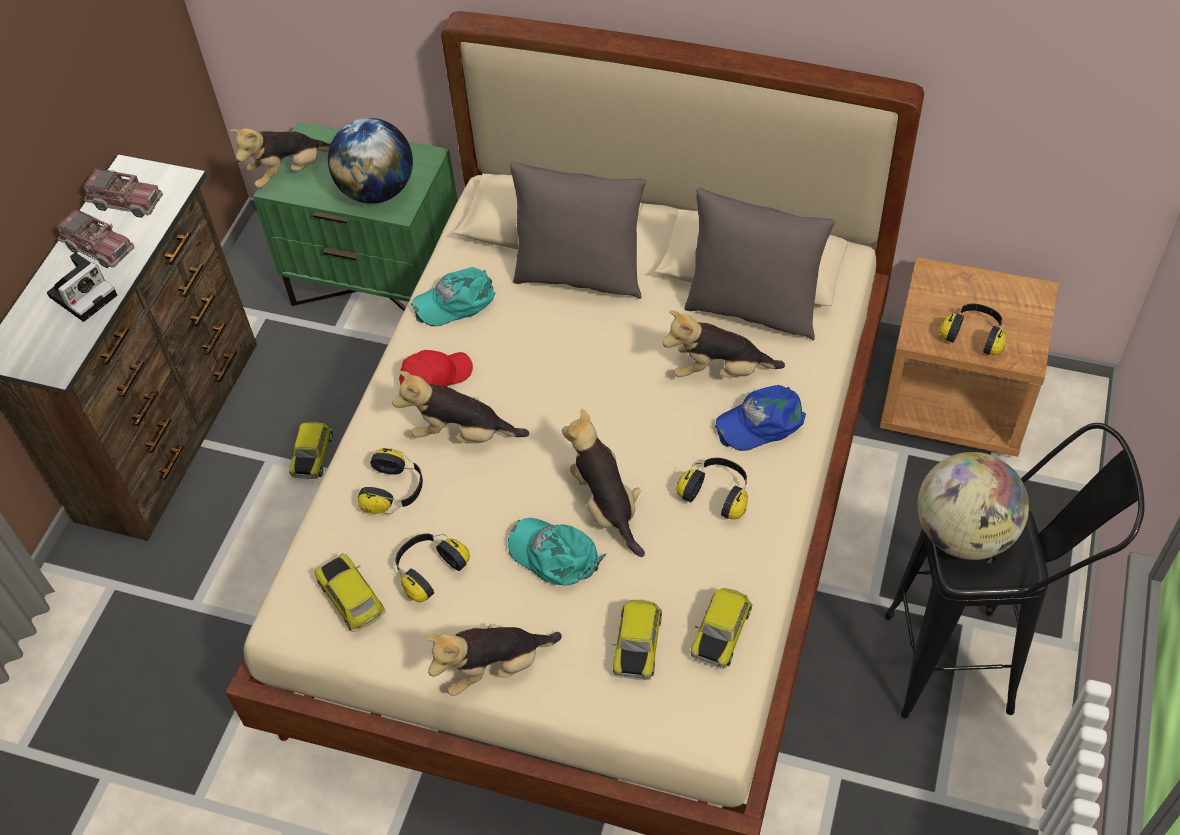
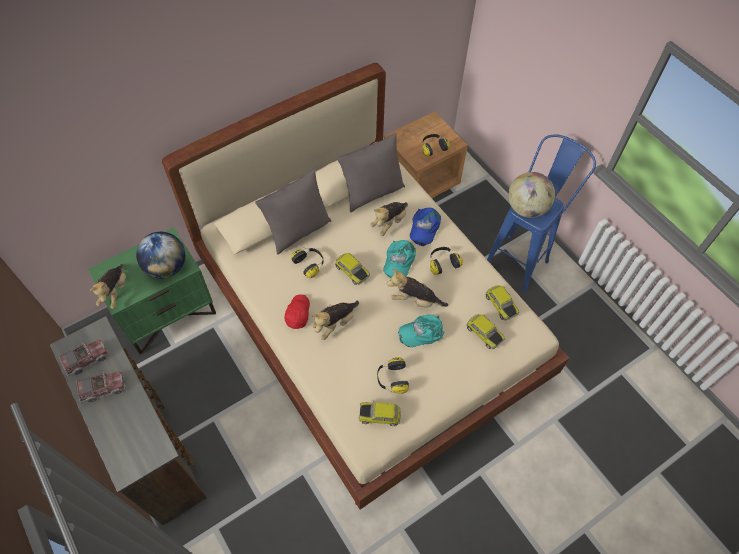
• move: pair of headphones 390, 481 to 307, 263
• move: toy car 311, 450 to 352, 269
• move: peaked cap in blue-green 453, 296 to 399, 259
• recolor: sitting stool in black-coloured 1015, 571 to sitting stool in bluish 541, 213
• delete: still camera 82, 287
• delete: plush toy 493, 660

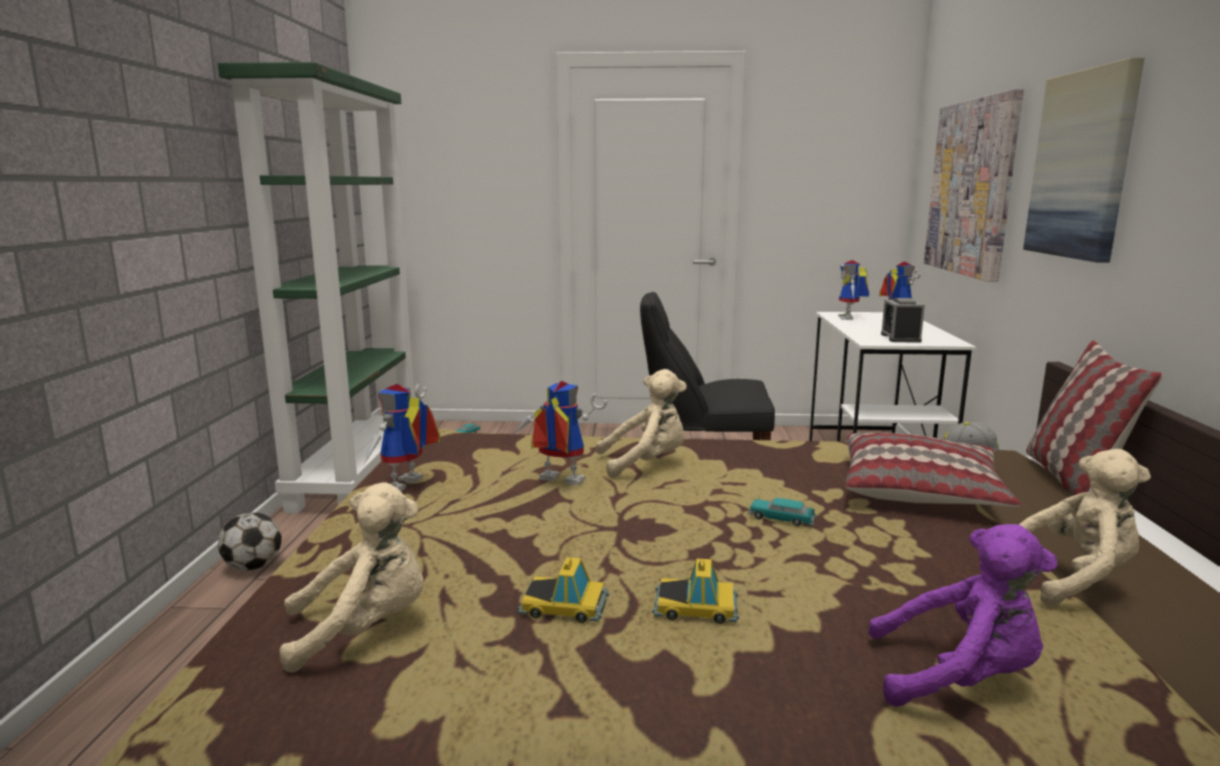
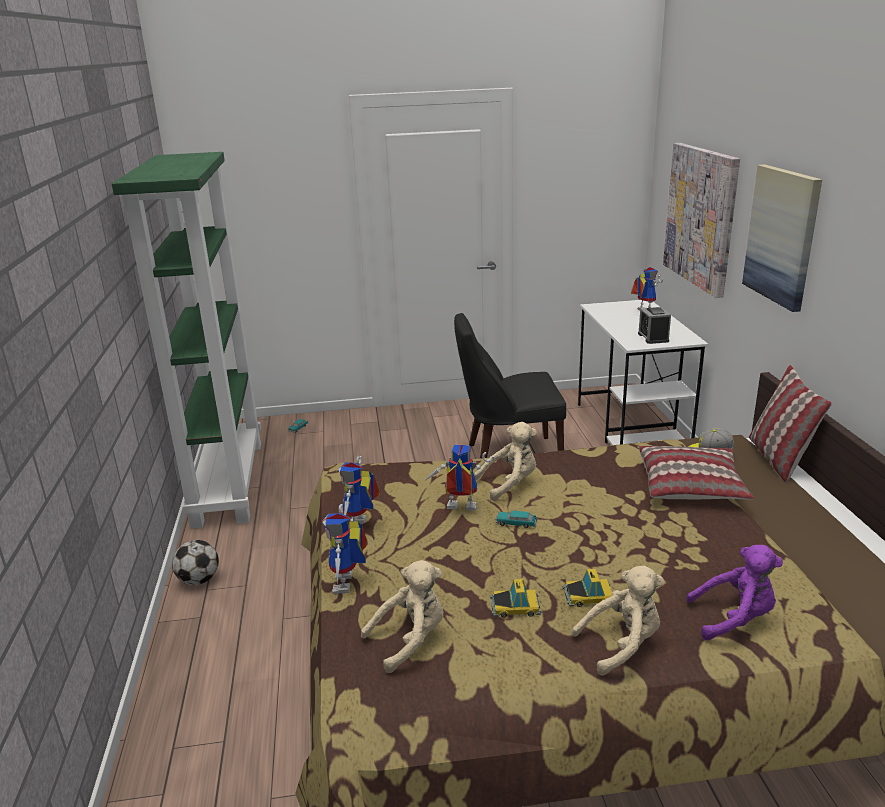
• move: model robot 854, 290 to 345, 549
• move: toy car 782, 512 to 516, 519
• move: plush toy in beige 1085, 528 to 617, 621

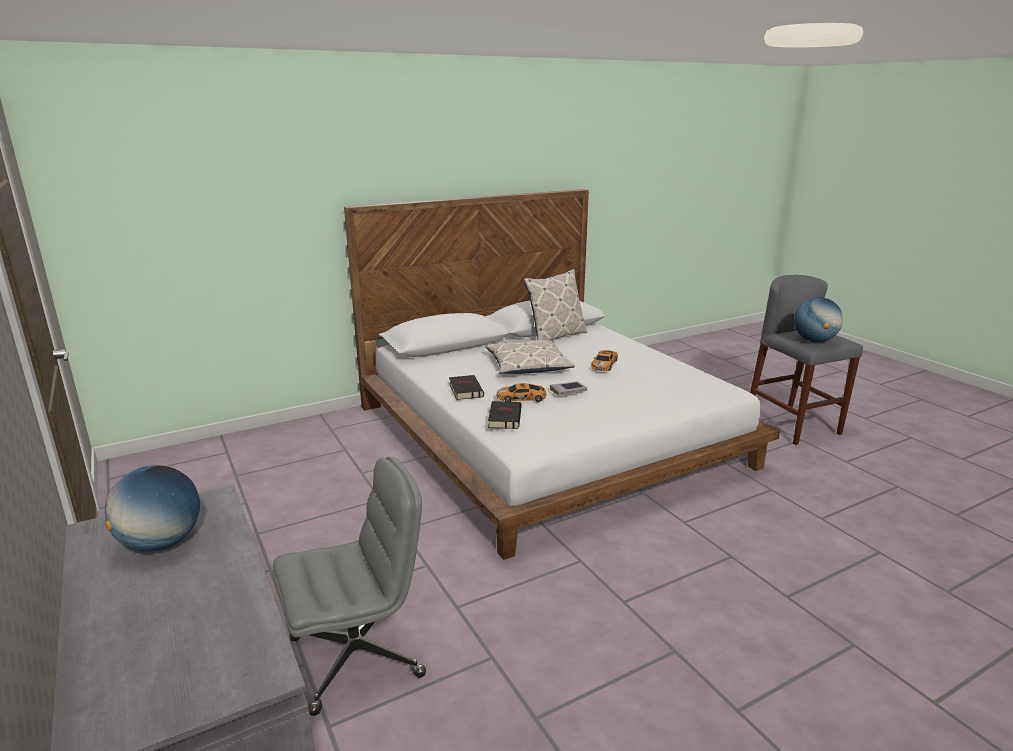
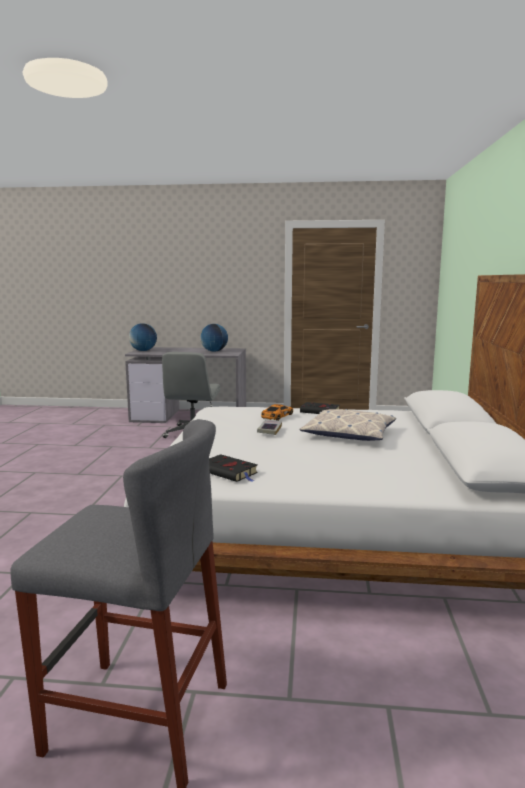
• move: desk globe 818, 319 to 143, 337
• move: book in black-coloured 505, 415 to 233, 468
• delete: throw pillow 555, 304
• delete: toy car 604, 360

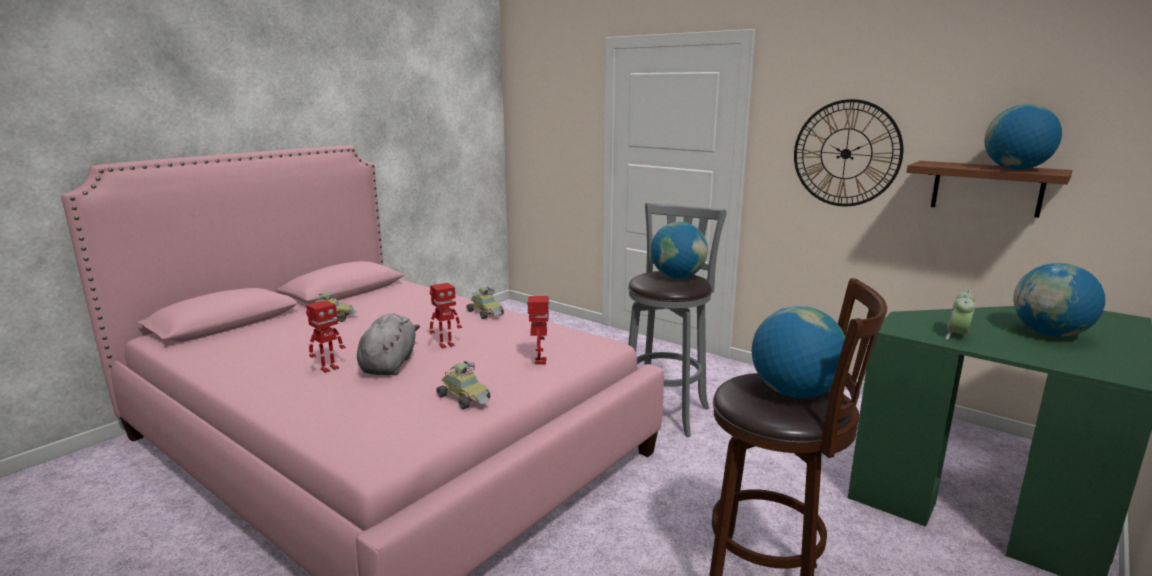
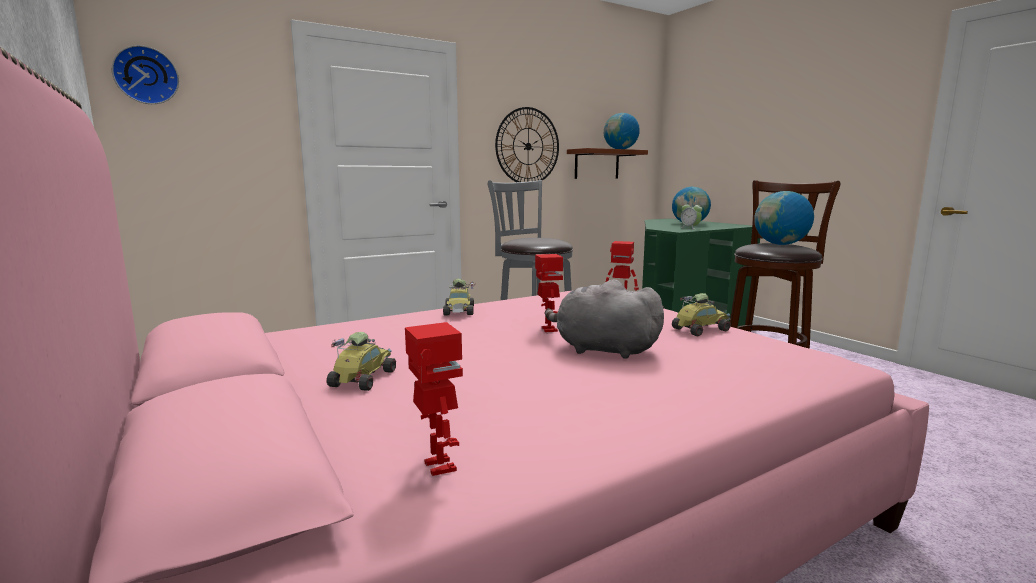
• insert: wall clock 145, 74
• move: model robot 326, 336 to 434, 399
• rotate: toy car 485, 303 = 459, 296 105 degrees clockwise
• delete: desk globe 679, 250

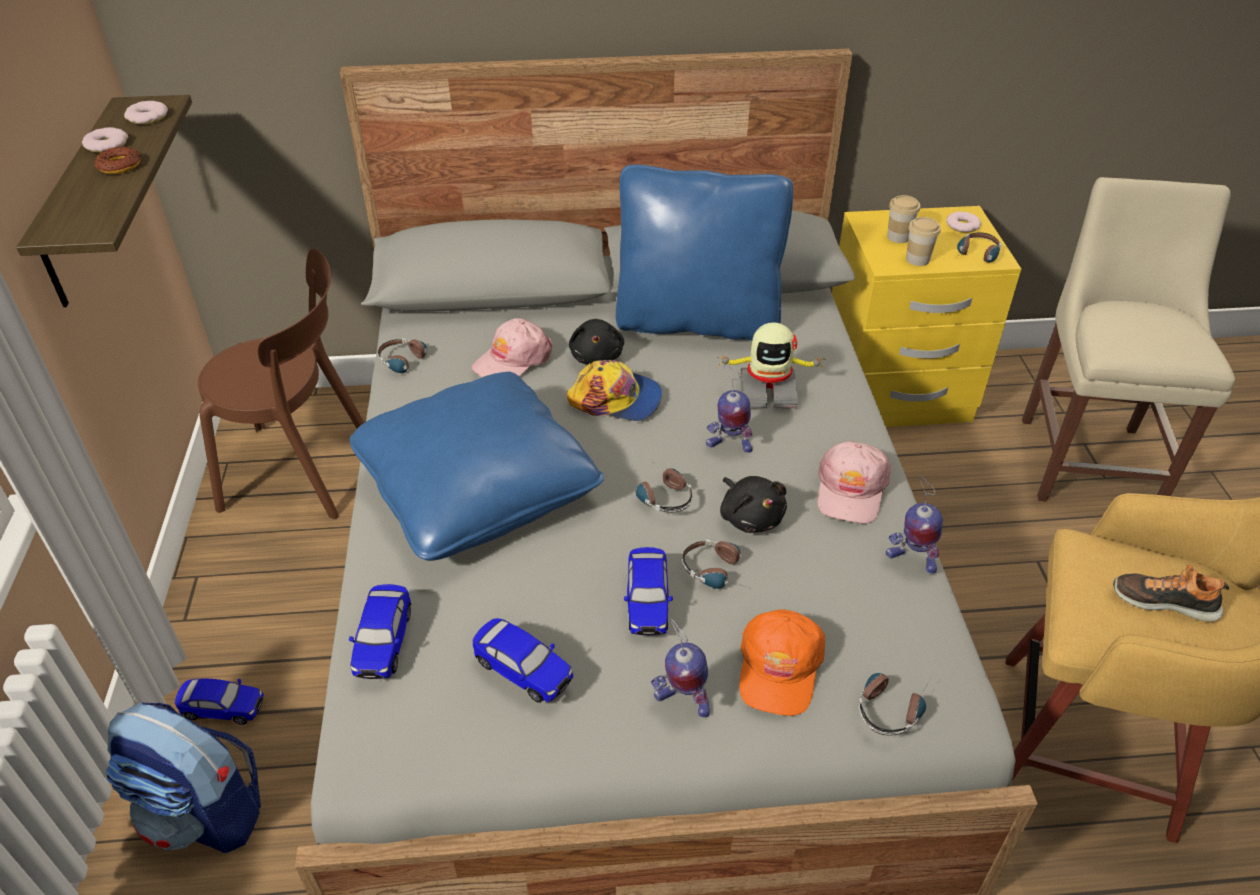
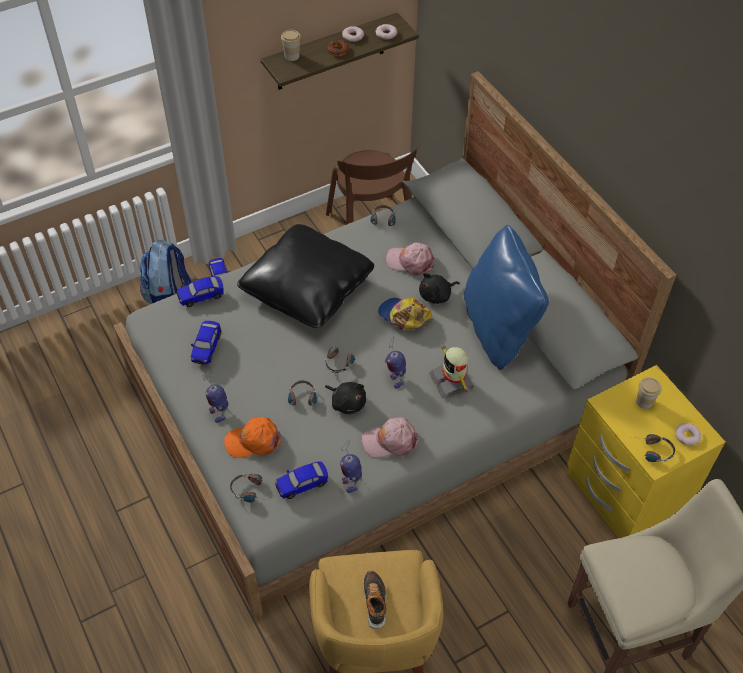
• recolor: throw pillow in bluish 477, 466 to throw pillow in black-coloured 305, 276
• move: toy car 648, 591 to 301, 480
• move: cup 923, 241 to 291, 45
• rotate: plush toy in black-coloured 753, 504 = 345, 398 90 degrees counterclockwise
• rotate: peaked cap 614, 390 = 405, 314 135 degrees clockwise

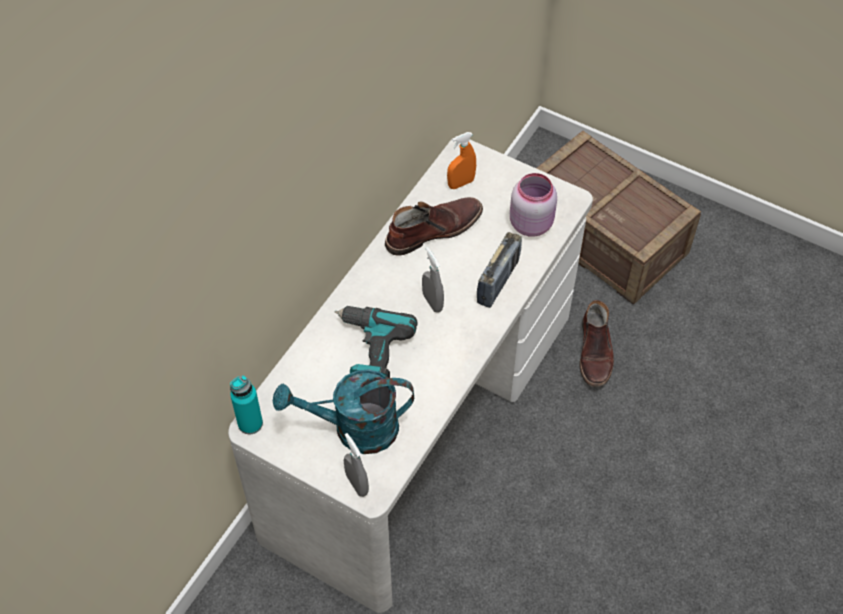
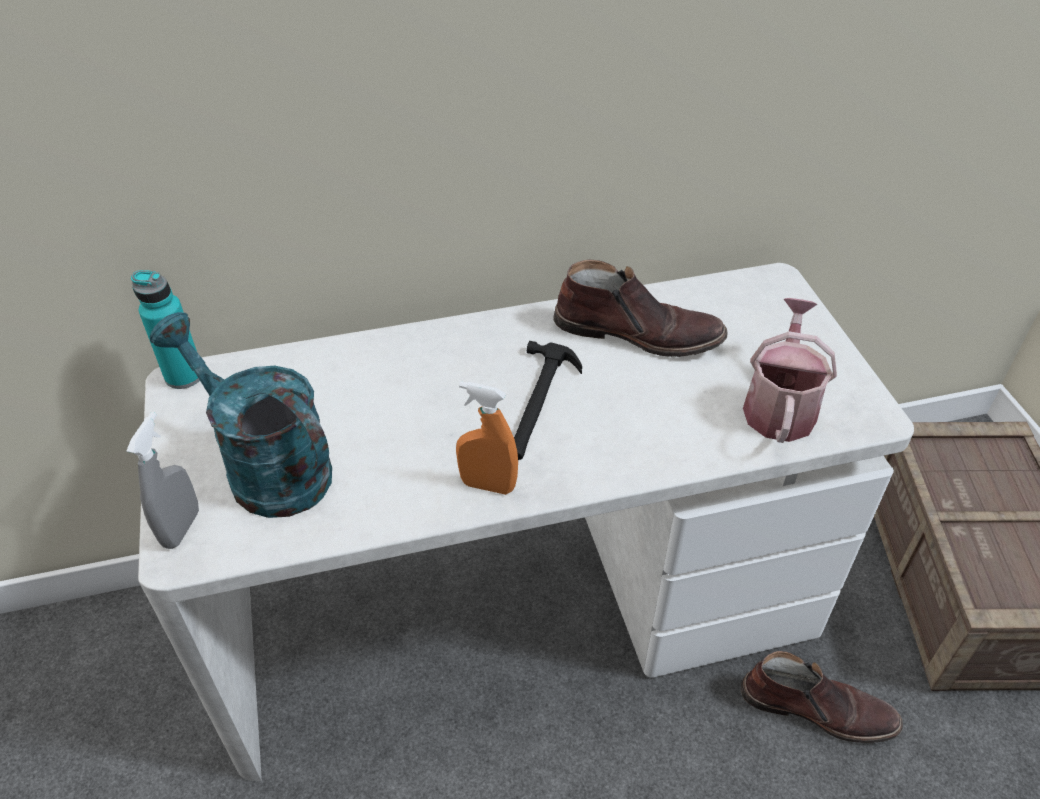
• move: hand sprayer in orange-coloured 461, 160 to 487, 438
• replace: hand sprayer in greyish 433, 280 to tool hammer 548, 400
• rotate: tall boot in brown-coloured 596, 343 = 822, 697 120 degrees counterclockwise
• replace: jar in pink 533, 205 to watering can 790, 370
• delete: power drill 375, 342
• delete: radio 499, 270

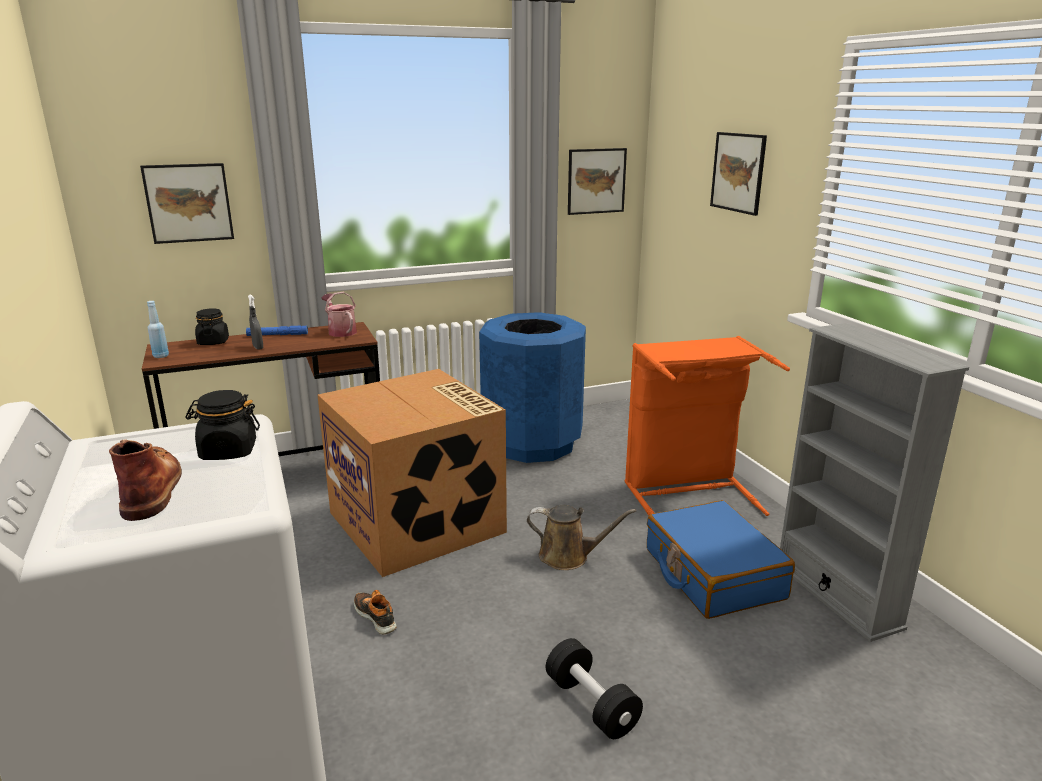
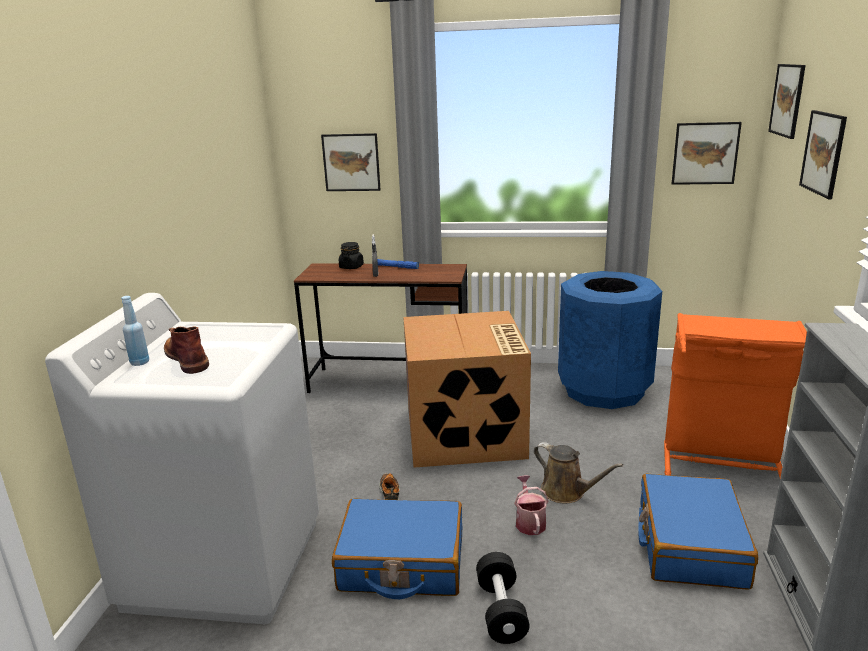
• move: beverage bottle in bluish 158, 329 to 135, 331
• rotate: tall boot in brown-coloured 145, 480 = 186, 350 45 degrees counterclockwise
• insert: travel case in bluish 397, 548
• move: watering can 339, 314 to 531, 505
• insert: wall art 787, 101
• delete: jar in black-coloured 222, 425

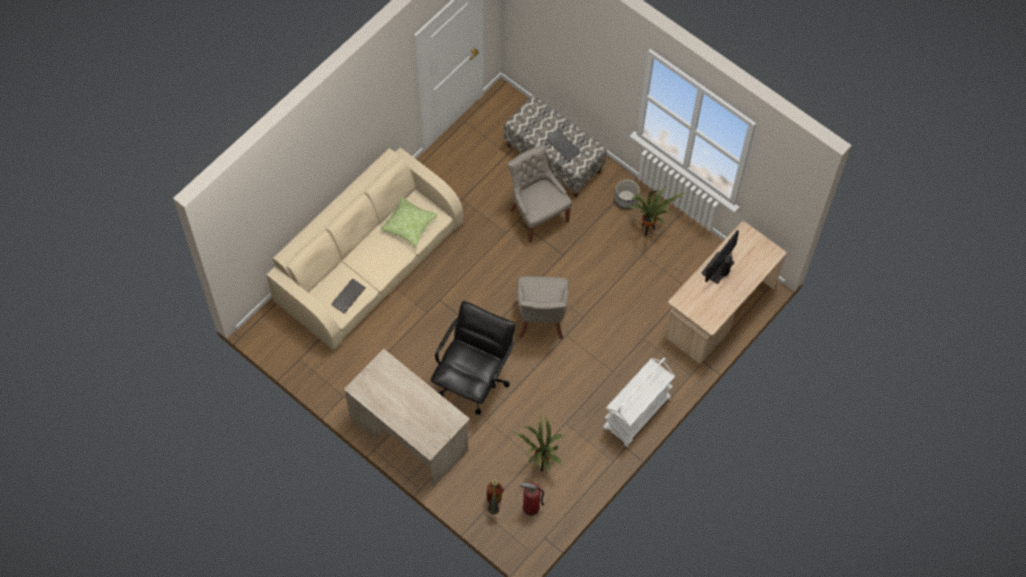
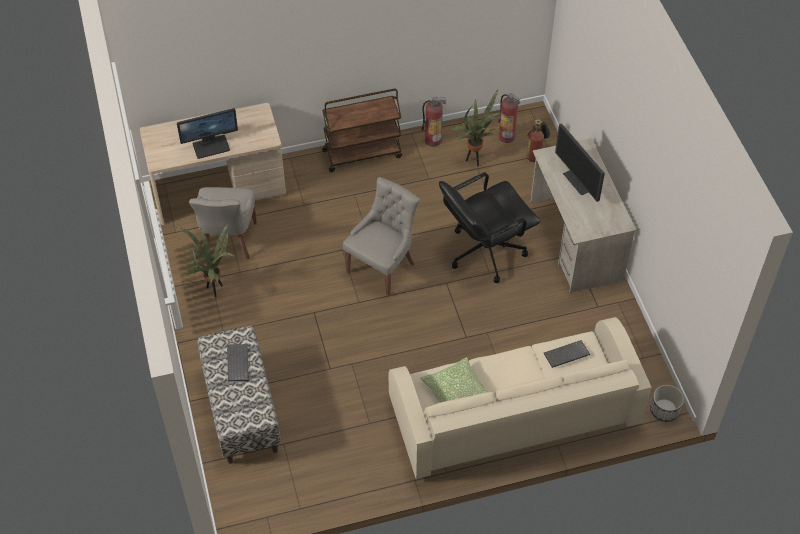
• move: chair in greyish 539, 193 to 223, 223
• recolor: wheeled cart in white-coloured 639, 402 to wheeled cart in brown-coloured 362, 130
• insert: fire-fighting cylinder 433, 122
• insert: computer screen 580, 162
• move: flower pot 627, 194 to 667, 403

